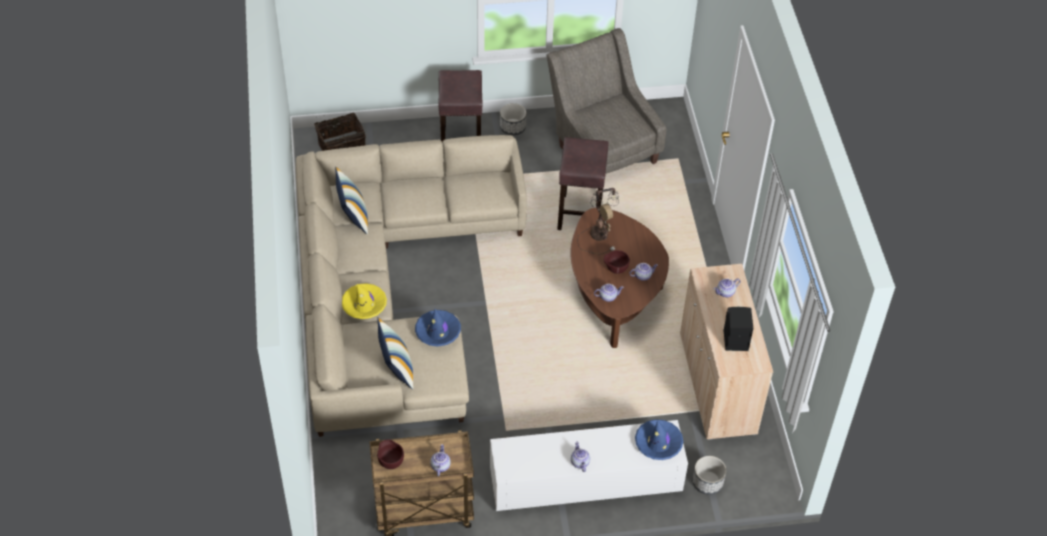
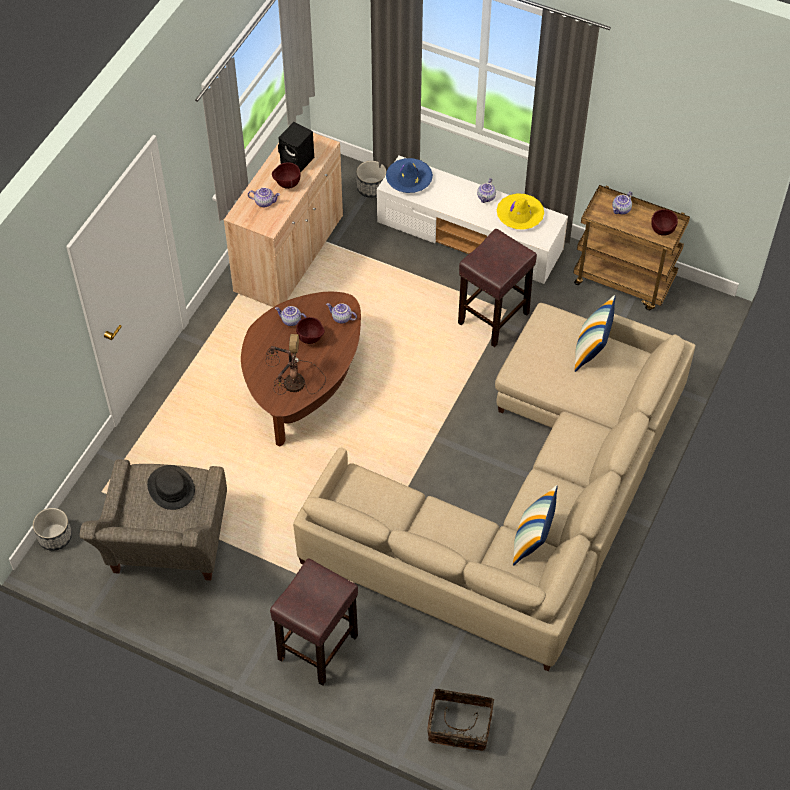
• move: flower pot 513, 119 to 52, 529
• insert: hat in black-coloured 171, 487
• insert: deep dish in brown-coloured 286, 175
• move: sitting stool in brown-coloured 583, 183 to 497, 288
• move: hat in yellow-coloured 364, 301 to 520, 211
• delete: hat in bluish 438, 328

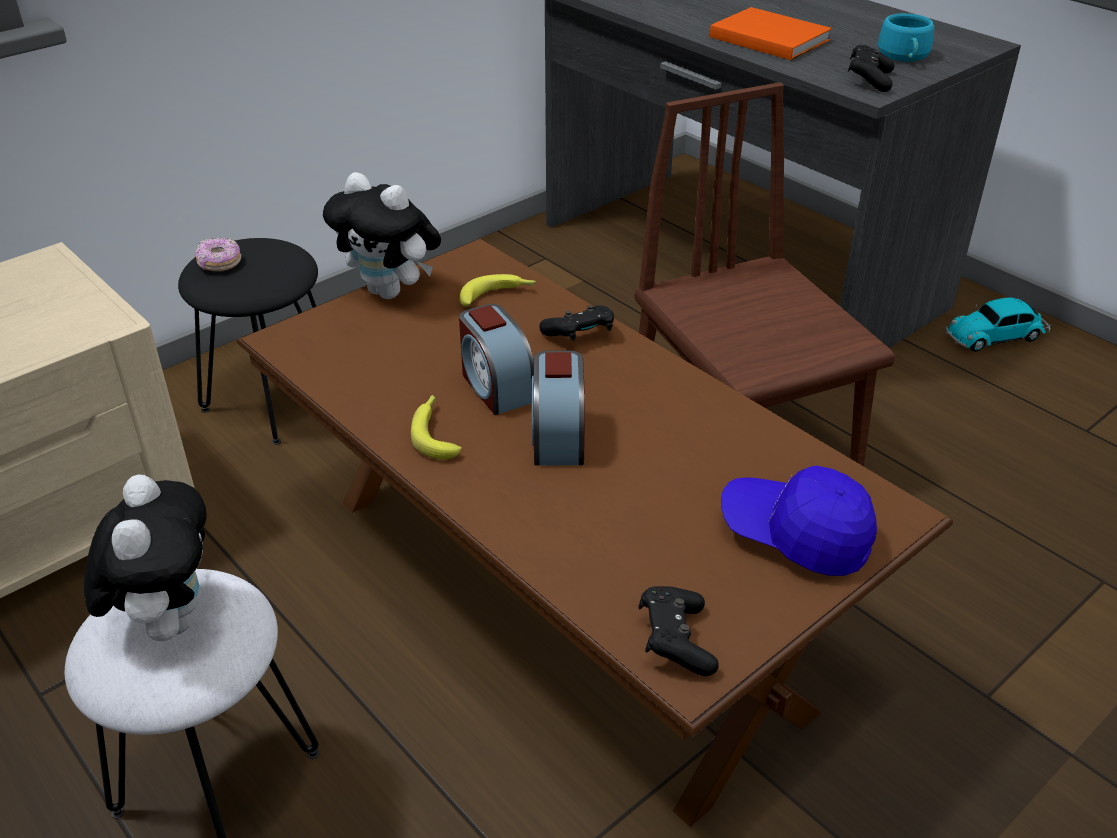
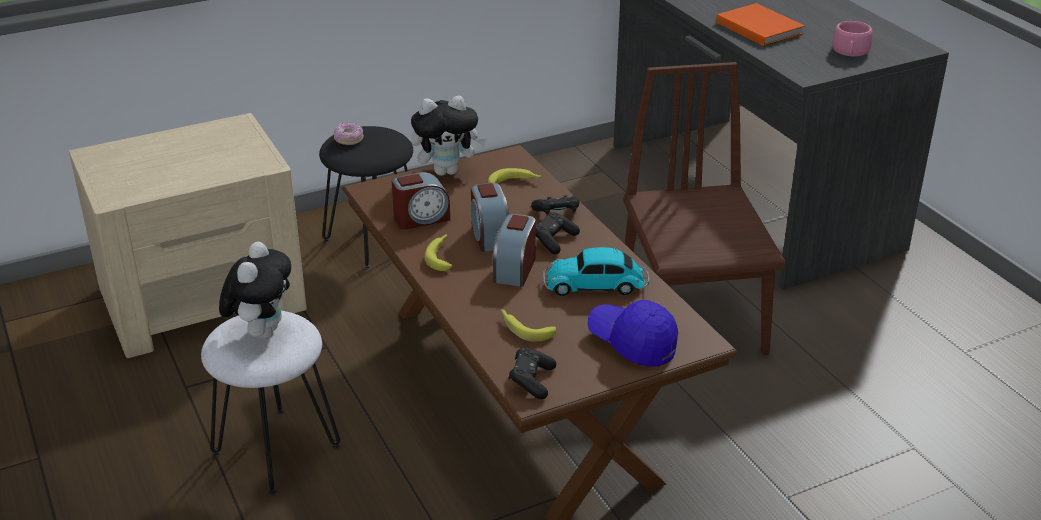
• insert: alarm clock 421, 200
• rotate: plush toy 382, 235 = 448, 136 60 degrees counterclockwise
• insert: whole banana 528, 325
• move: joypad in black-coloured 871, 68 to 558, 233
• move: toy car 998, 324 to 595, 271
• recolor: cup in blue-green 906, 37 to cup in pink 852, 39

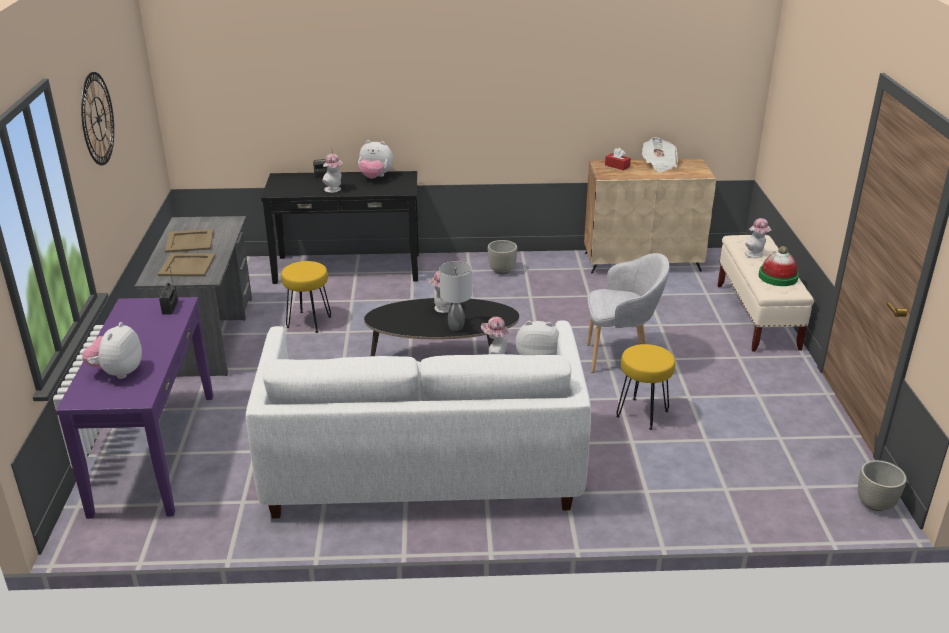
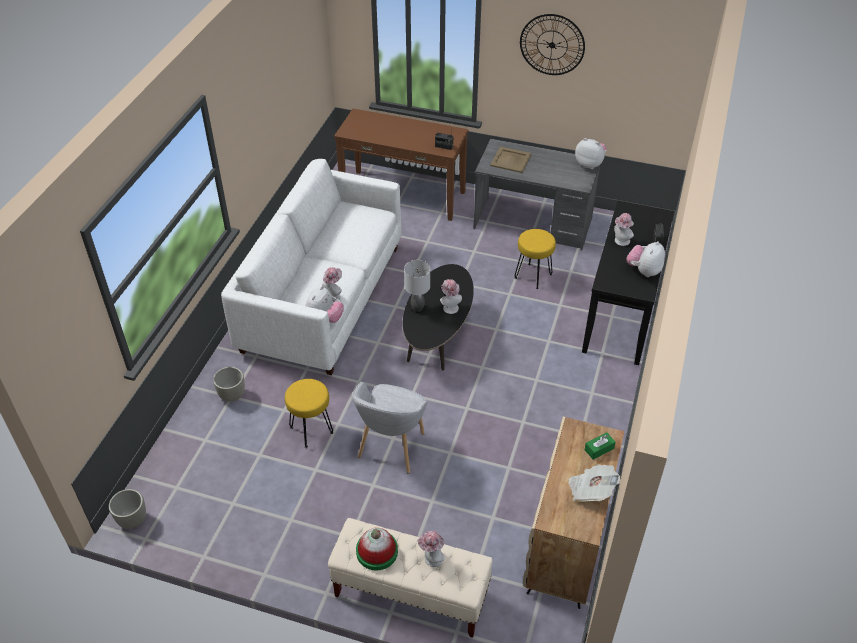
• move: flower pot in greyish 502, 257 to 229, 384
• recolor: narrow table in purple-coloured 134, 408 to narrow table in brown-coloured 401, 165
• move: plush toy 112, 350 to 591, 153
• recolor: tissue box in red-coloured 618, 159 to tissue box in greenish 600, 446
• delete: serving tray in beige 189, 241

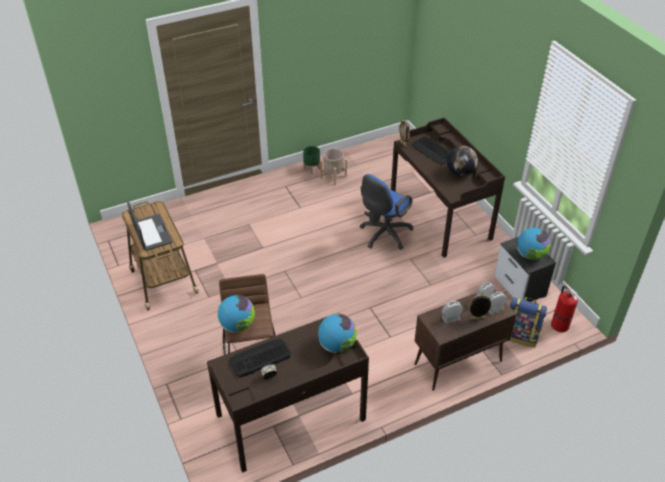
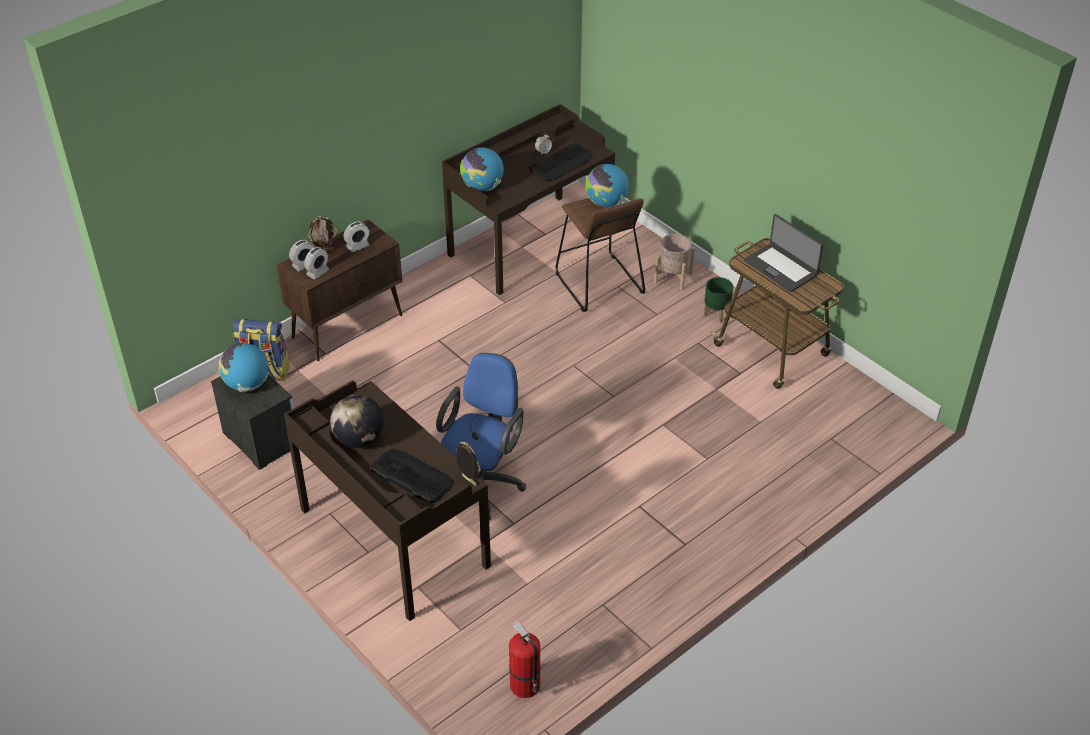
• move: fire-fighting cylinder 564, 309 to 525, 659
• move: flower pot in beige 333, 167 to 674, 262
• move: flower pot in greenish 311, 160 to 718, 300

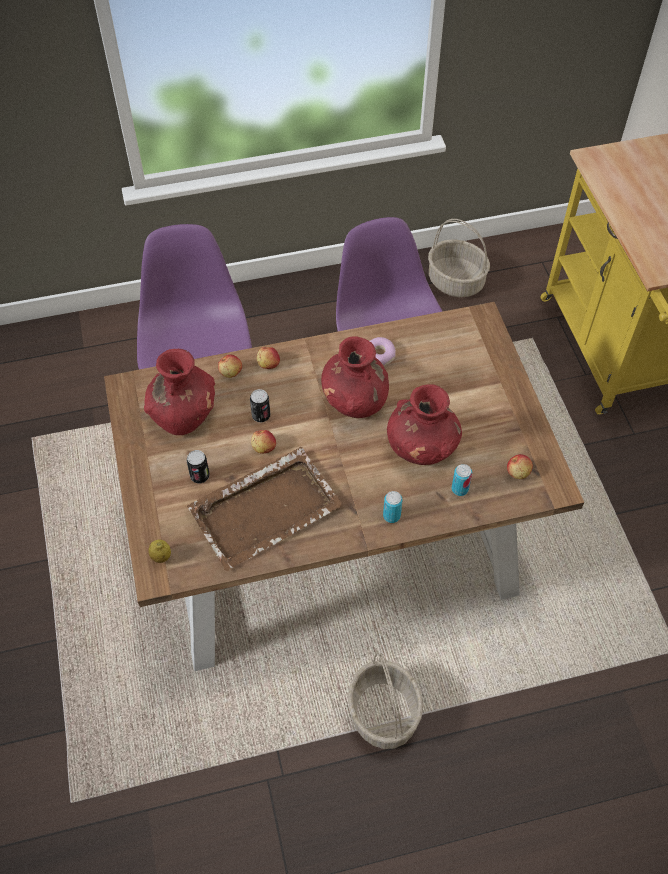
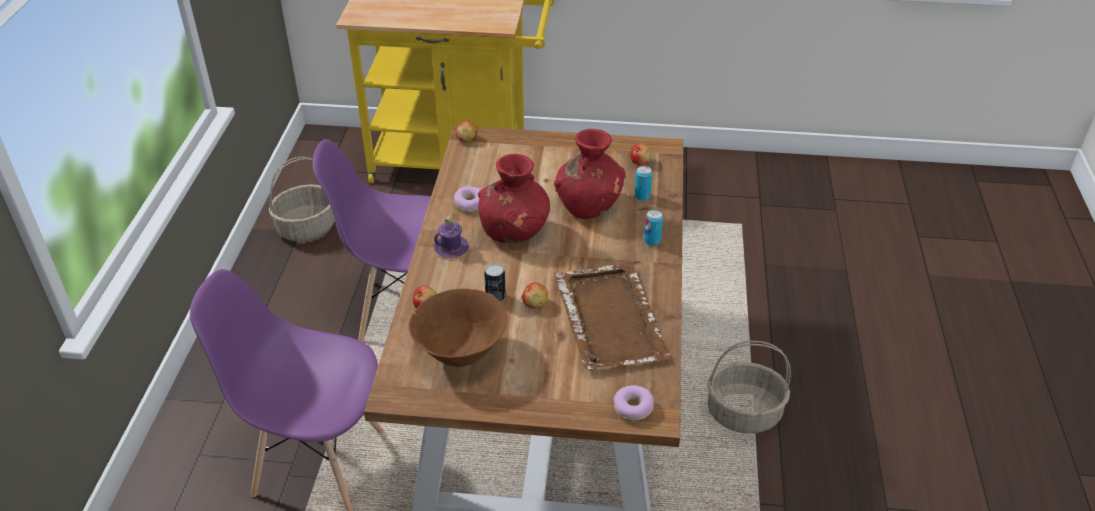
• replace: vase in red-coloured 179, 392 to deep dish in brown-coloured 457, 327
• insert: coffee mug in purple-coloured 451, 236
• move: apple fruit 268, 358 to 467, 131
• replace: lemon 159, 551 to doughnut 633, 402
• delete: metal can 198, 466

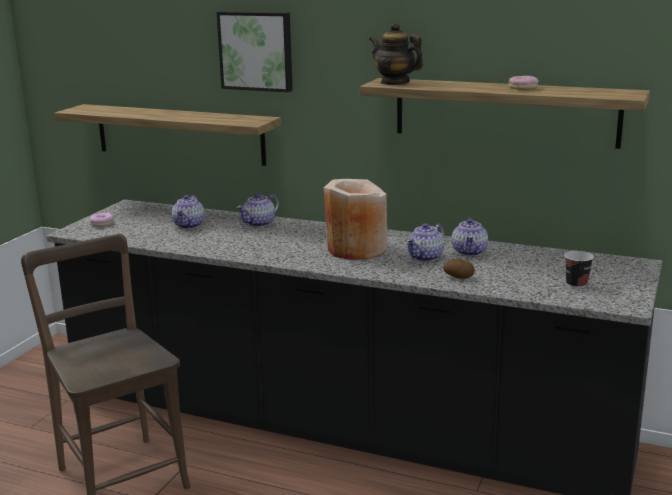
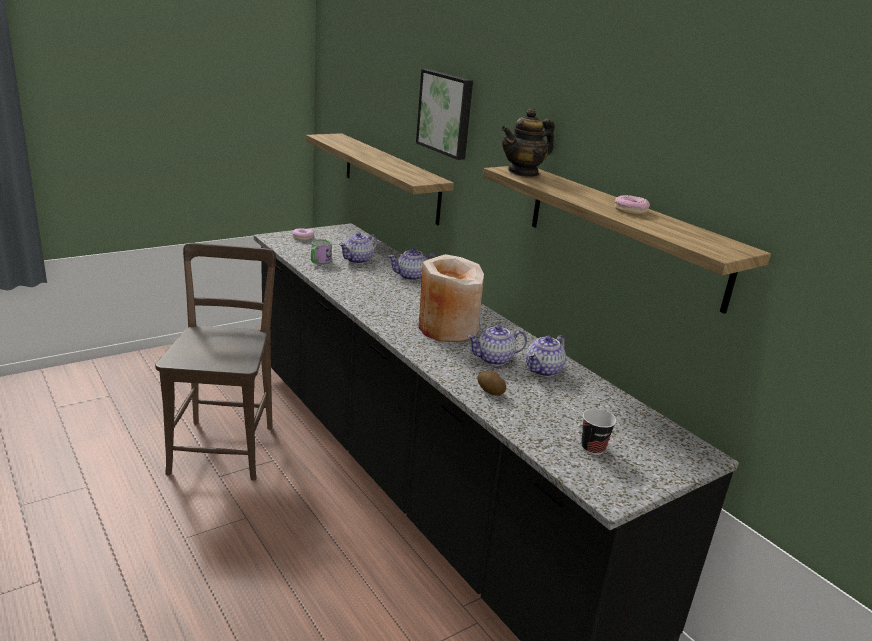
• insert: coffee mug 321, 251
• rotate: tea pot 396, 53 = 528, 142 105 degrees counterclockwise

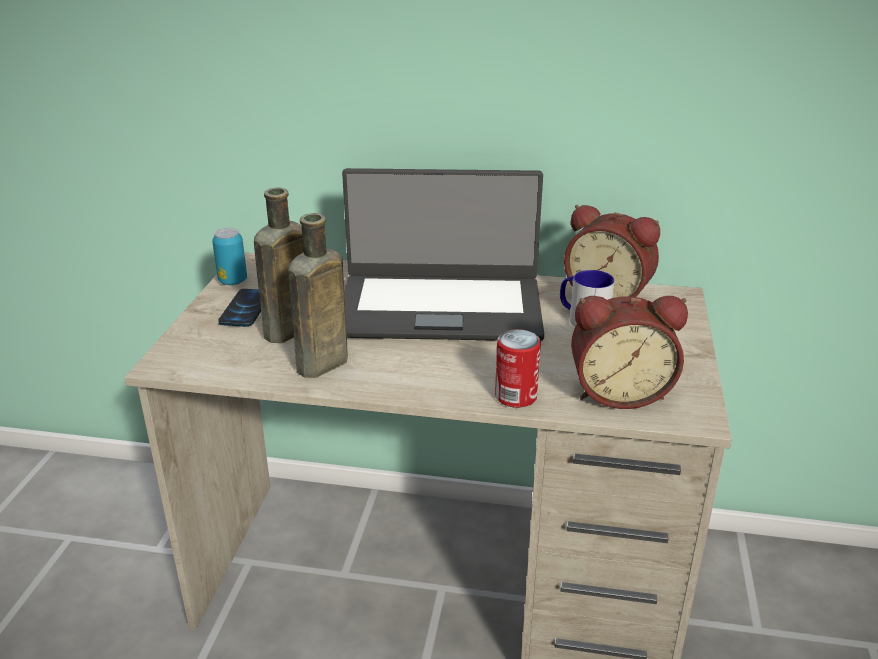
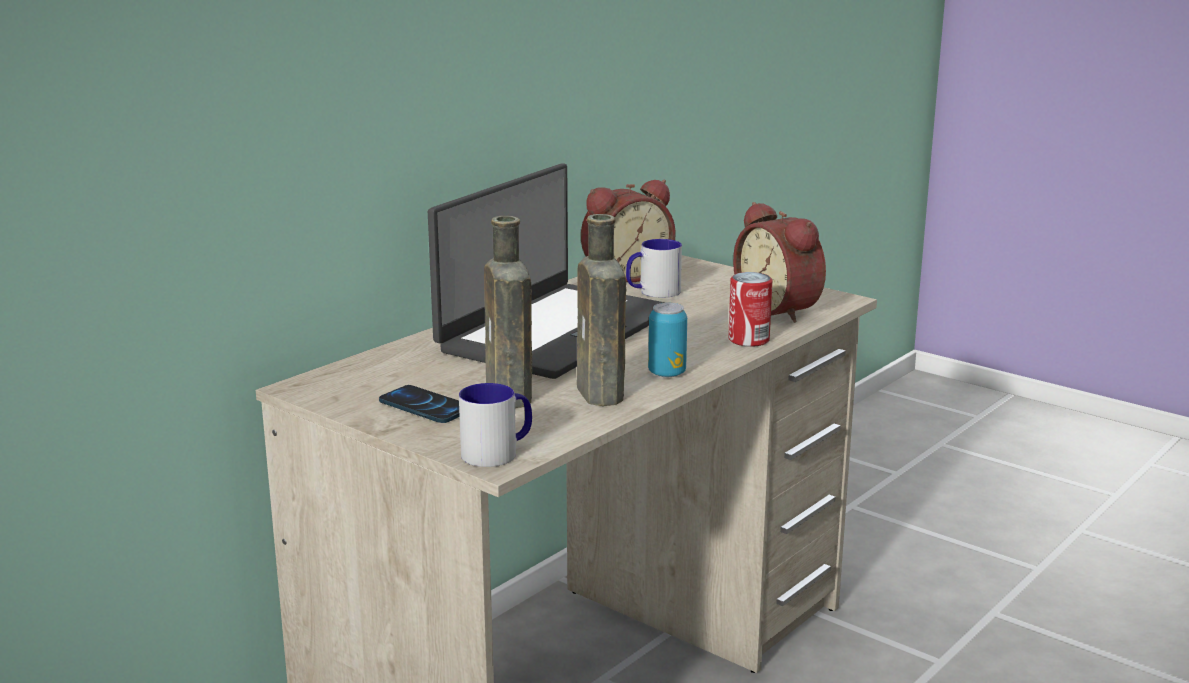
• insert: coffee mug 495, 425
• move: metal can 229, 256 to 667, 340
• rotate: alarm clock 629, 352 = 779, 262 120 degrees clockwise

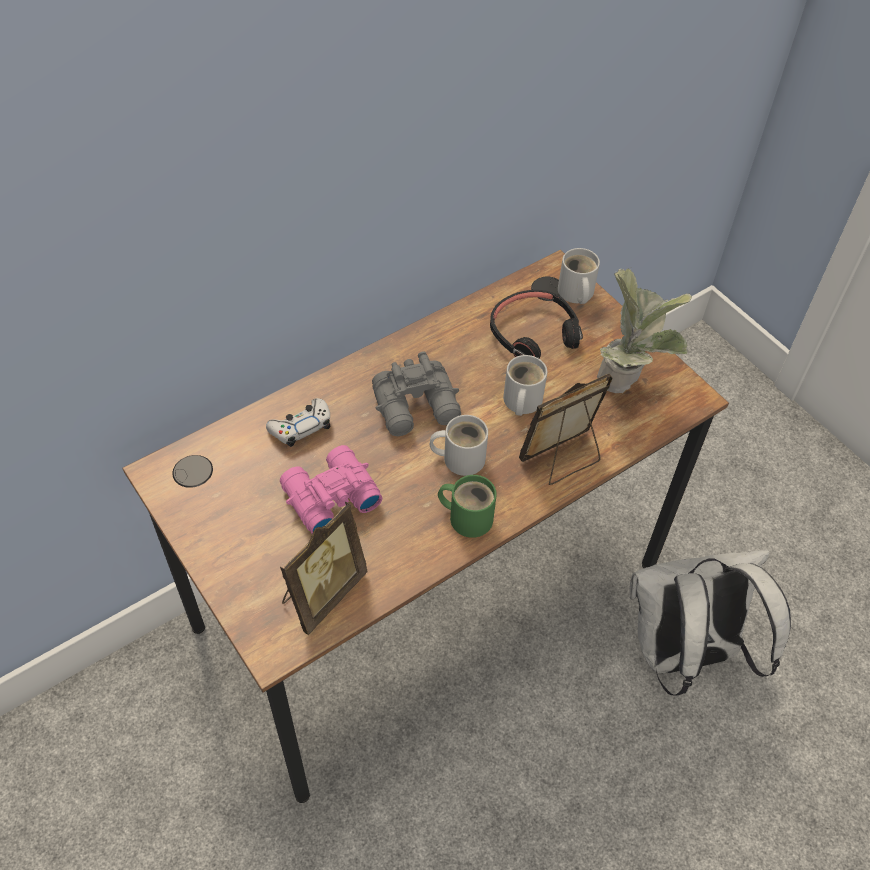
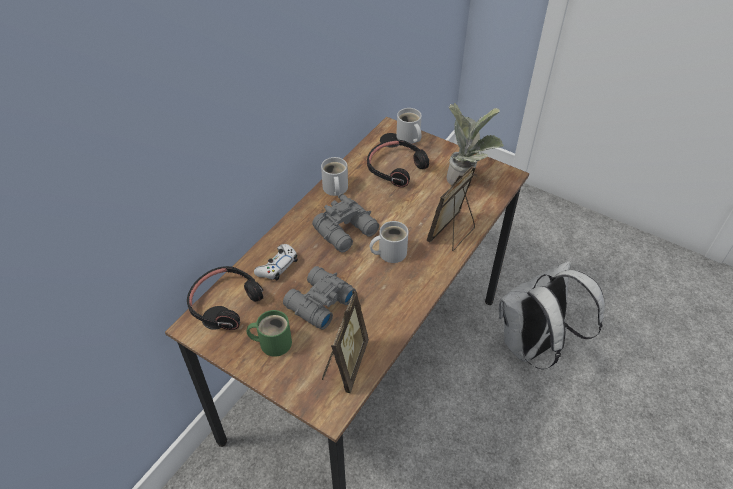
• insert: pair of headphones in black-coloured 225, 298
• move: coffee mug in greenish 467, 506 to 269, 333
• recolor: pair of binoculars in pink 331, 489 to pair of binoculars in greyish 319, 298
• move: coffee mug in white-coloured 525, 385 to 334, 176

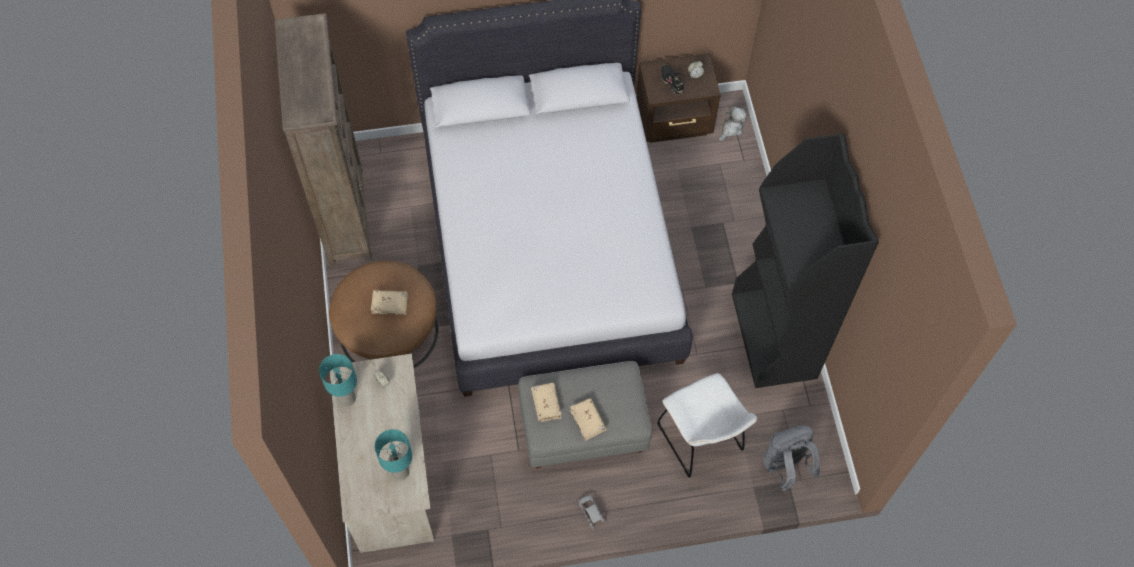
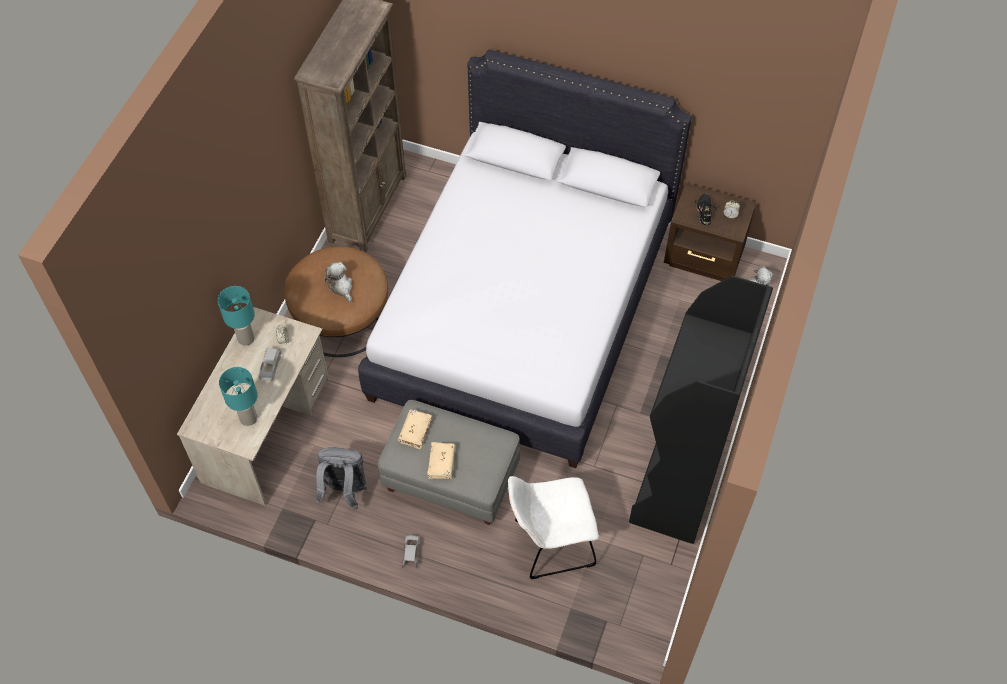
• insert: toy car in greyish 270, 364
• move: knapsack in greyish 791, 458 to 341, 478
• replace: book in beige 389, 302 to plush toy 338, 282
• rotate: chair in white-coloured 707, 425 = 553, 527 75 degrees clockwise

